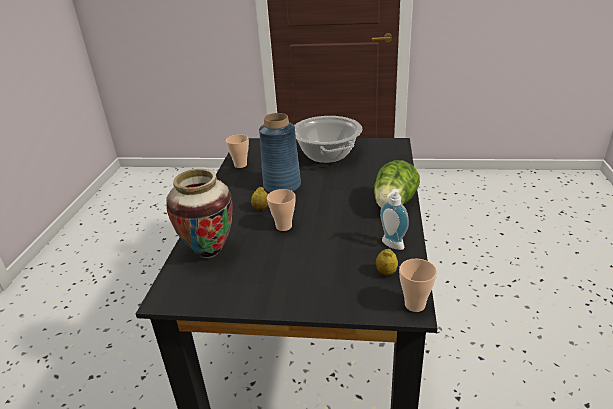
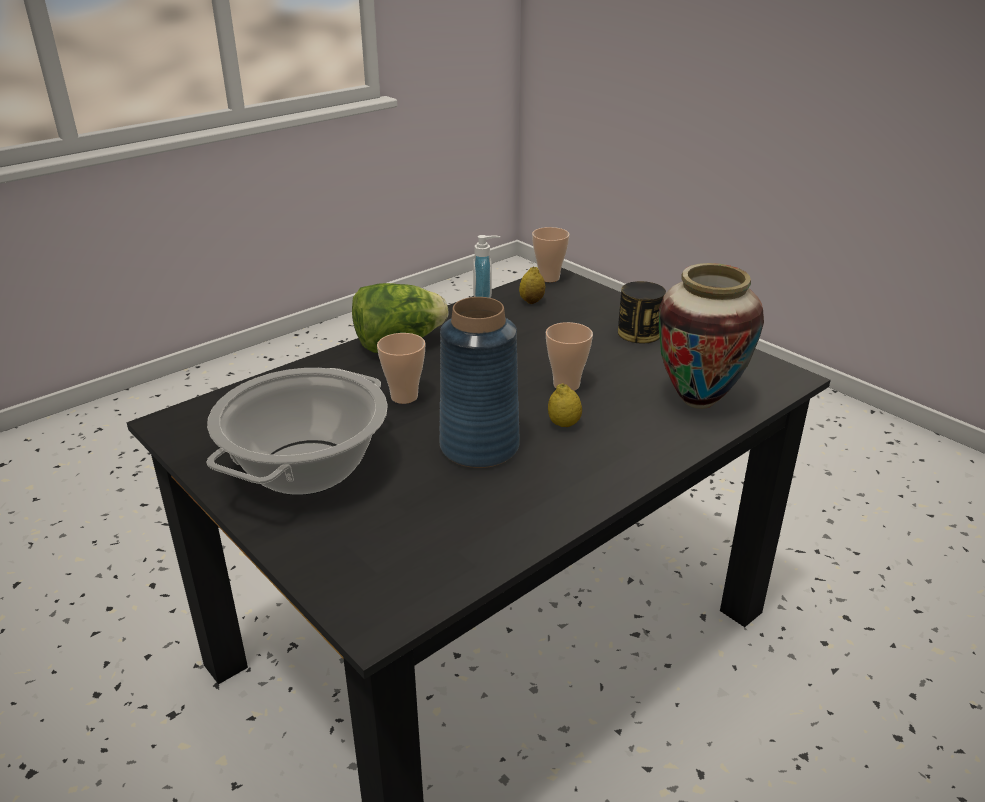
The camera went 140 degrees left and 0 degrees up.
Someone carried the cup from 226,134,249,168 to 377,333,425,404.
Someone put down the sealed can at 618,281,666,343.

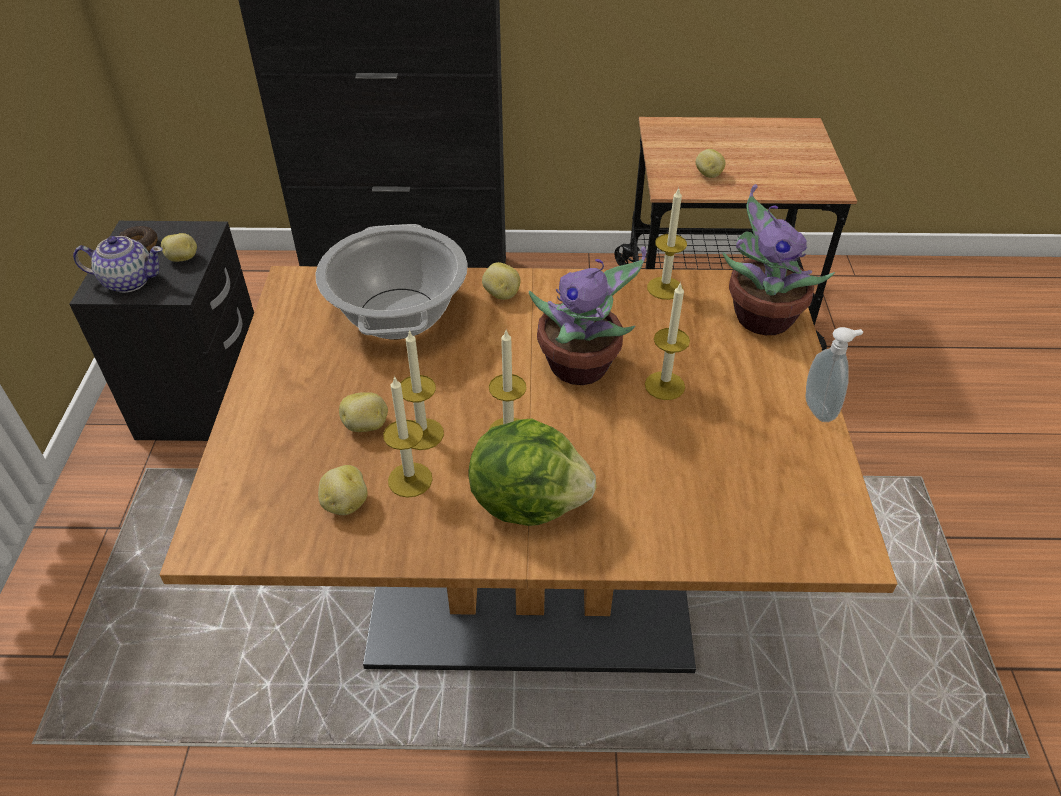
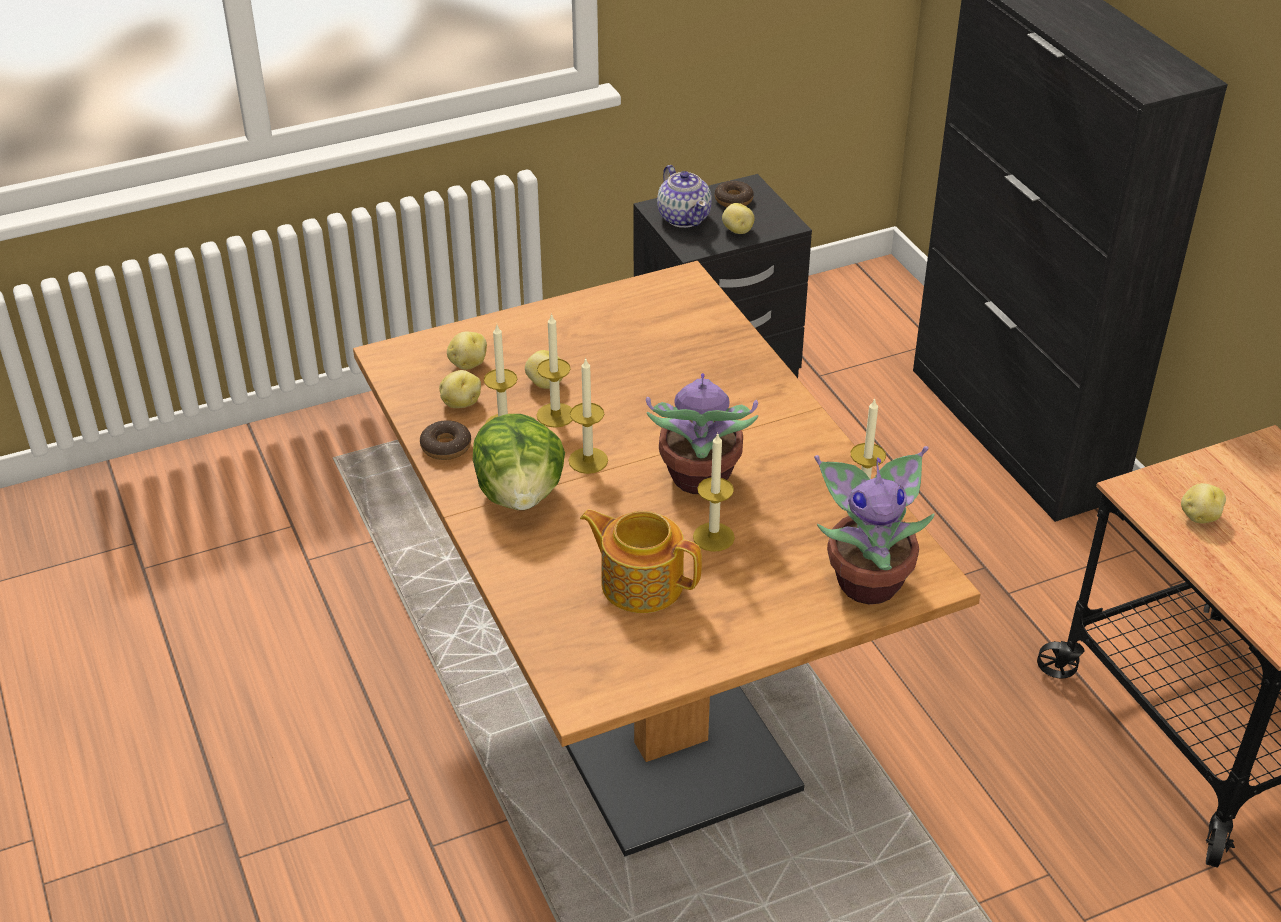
The camera went 65 degrees right and 5 degrees down.
Someone put down the ring doughnut at 420,420,471,460.
Someone carried the potato from 482,262,521,300 to 447,332,487,370.
Someone put down the tea pot at 580,509,702,613.
Someone took away the saucepot at 315,224,468,339.
Someone took away the soap bottle at 805,327,863,422.

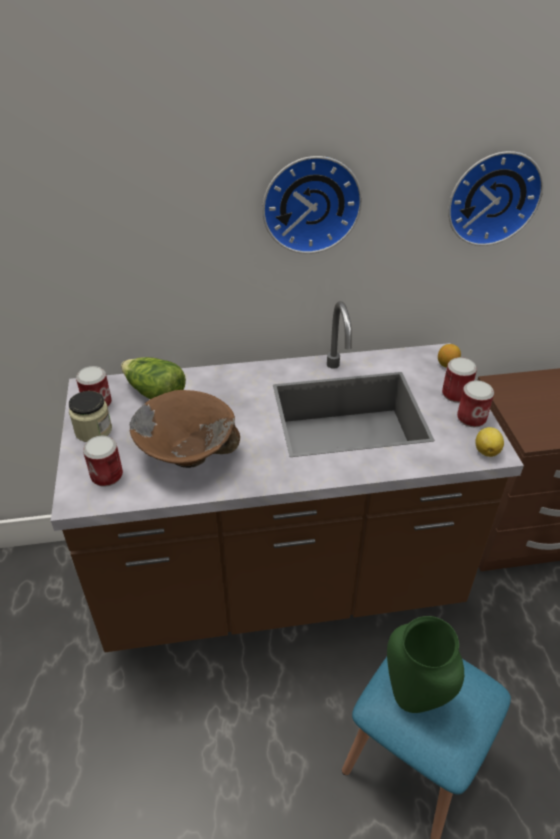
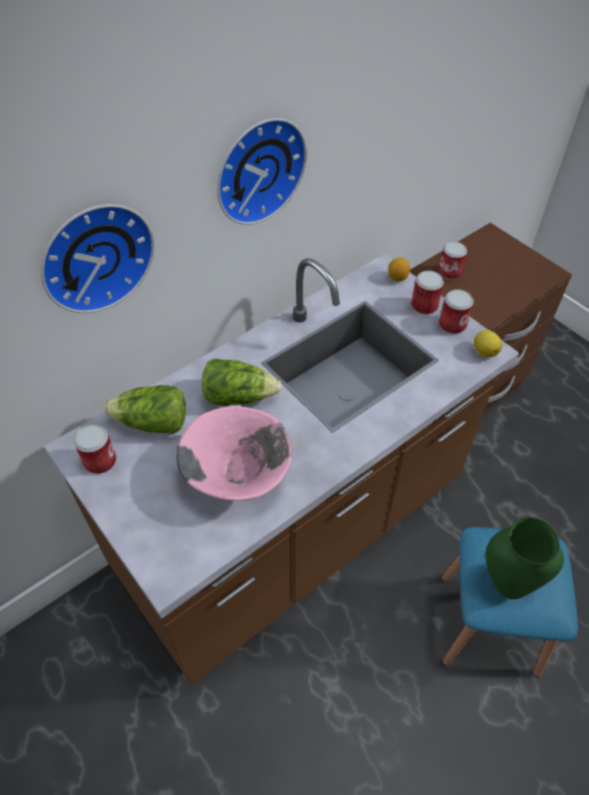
The camera went 30 degrees left and 10 degrees up.
Someone carried the clock on the wall from 448,151,544,246 to 41,204,154,313.
Someone repainted the brown bowl at 130,390,240,468, which became the pink bowl at 177,406,292,501.
Someone put down the lettuce at 202,358,282,406.
Someone carried the sealed can from 83,436,123,487 to 439,241,467,280.
Someone took away the preserve jar at 69,391,112,442.

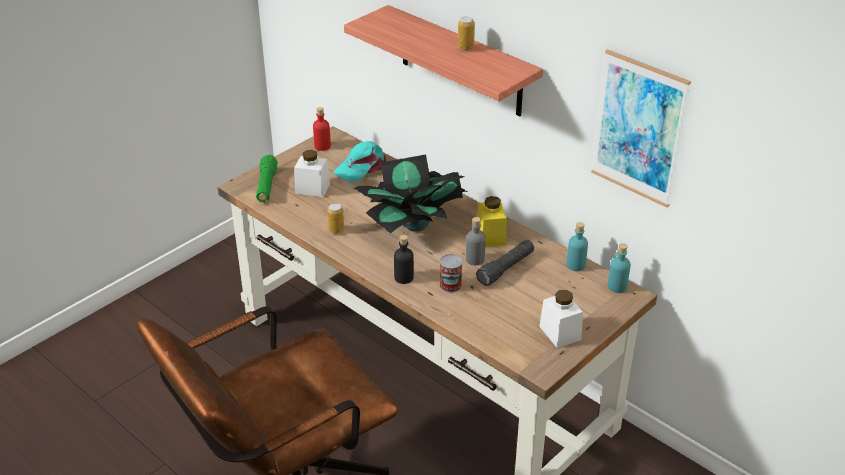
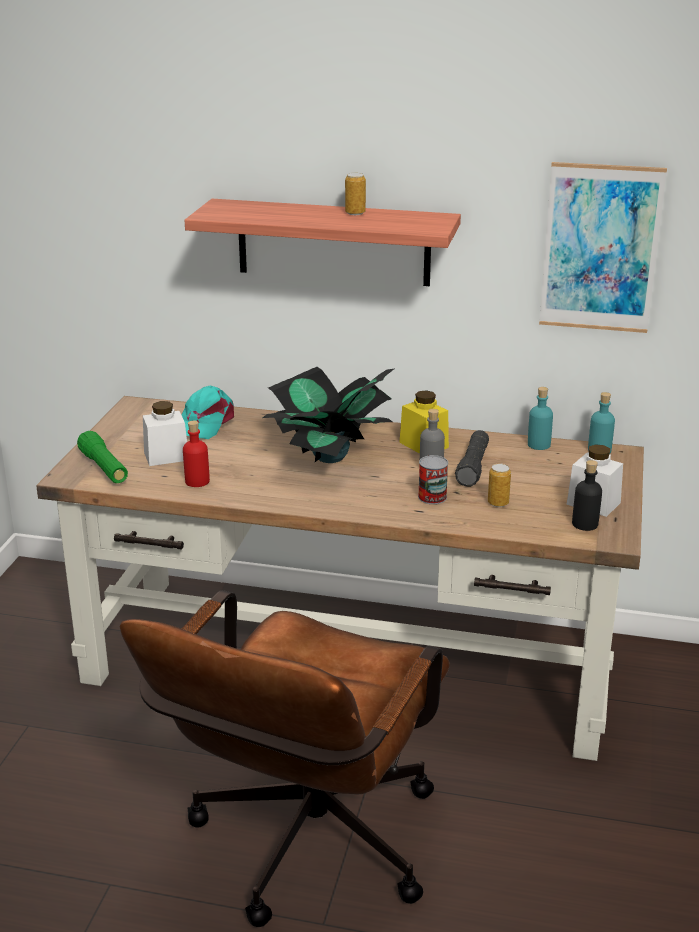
The camera went 30 degrees left and 10 degrees down.
Someone carried the red beverage bottle from 313,107,331,151 to 183,421,210,487.
Someone carried the sealed can from 327,203,344,234 to 488,464,511,507.
Someone carried the black-coloured beverage bottle from 394,235,414,284 to 572,460,602,531.

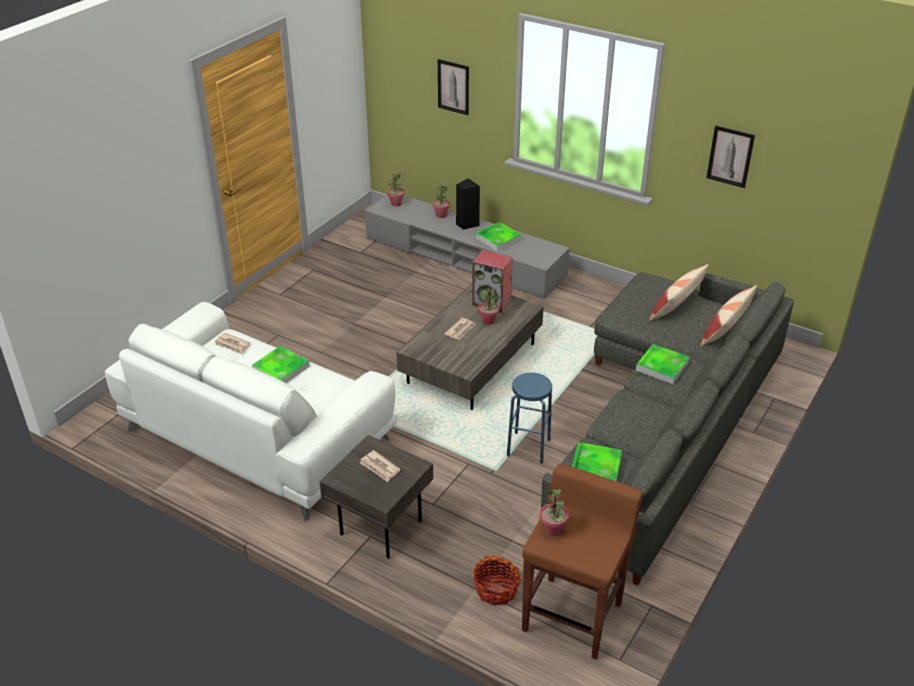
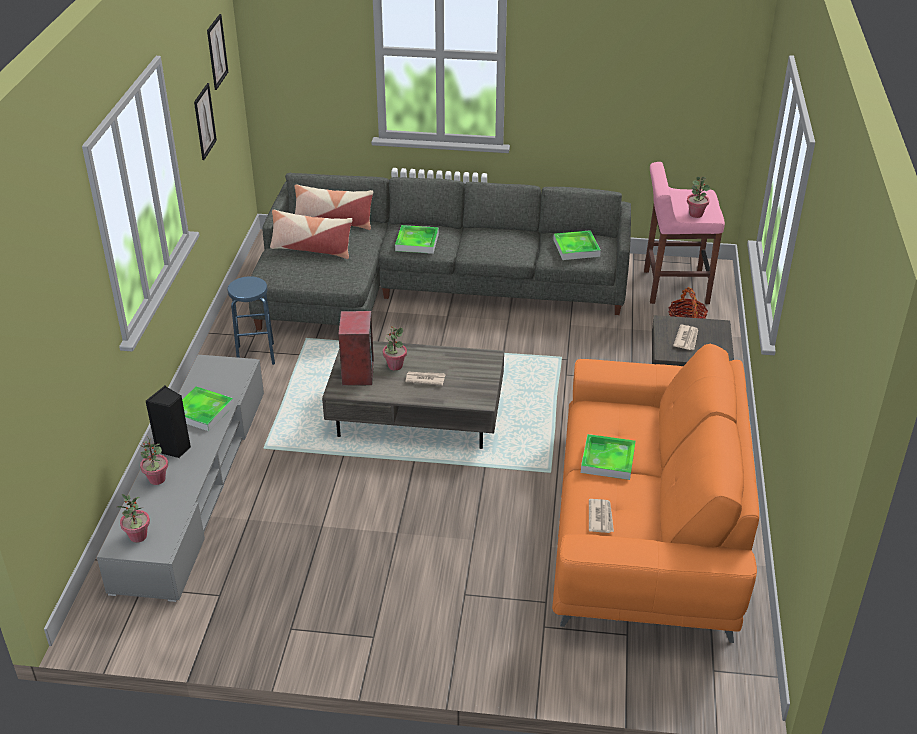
The camera went 115 degrees left and 0 degrees up.
Someone carried the wall art from 438,59,469,115 to 207,14,228,90.
Someone carried the bluish sitting stool from 507,372,552,464 to 228,276,275,365.
Someone repainted the whitish sofa at 105,302,398,521, which became the orangey sofa at 552,344,759,643.
Someone repainted the brown sitting stool at 522,464,643,660, which became the pink sitting stool at 644,162,725,304.

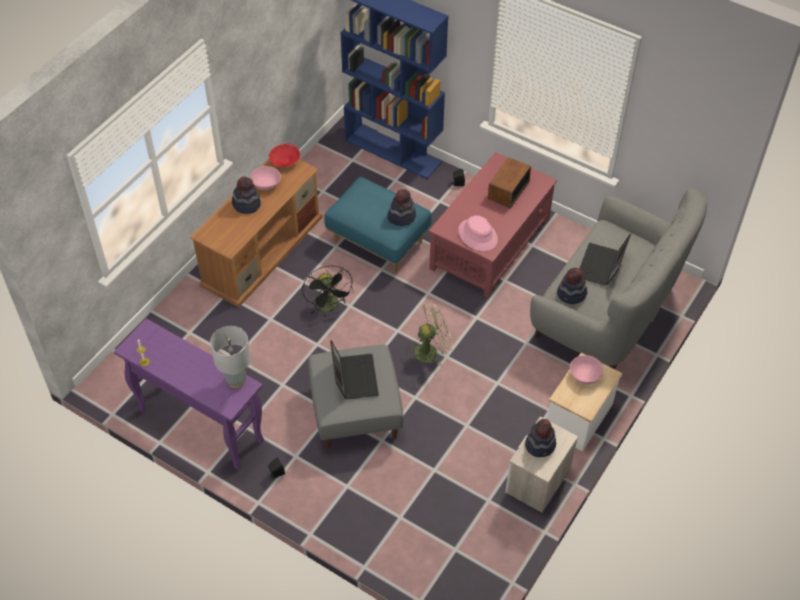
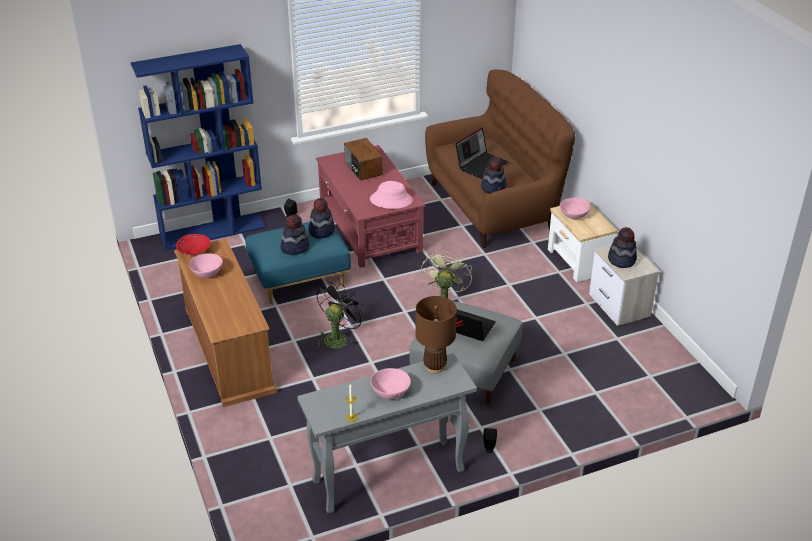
The camera went 55 degrees left and 15 degrees down.
Someone carried the hat from 232,177,261,214 to 280,214,309,255.
Someone repainted the purple-coloured narrow table at 114,318,264,470, which became the gray narrow table at 297,353,477,514.
Someone rotated the black-coloured cooling fan at 302,266,353,314 by 75 degrees counterclockwise.
Someone put down the pink bowl at 371,368,411,399.
Someone repainted the gray tabletop lamp at 210,326,251,388, which became the brown tabletop lamp at 415,296,457,373.
Someone repainted the gray sofa at 530,188,707,369, which became the brown sofa at 425,70,575,248.
Someone rotated the portable computer at 579,234,631,285 by 105 degrees counterclockwise.

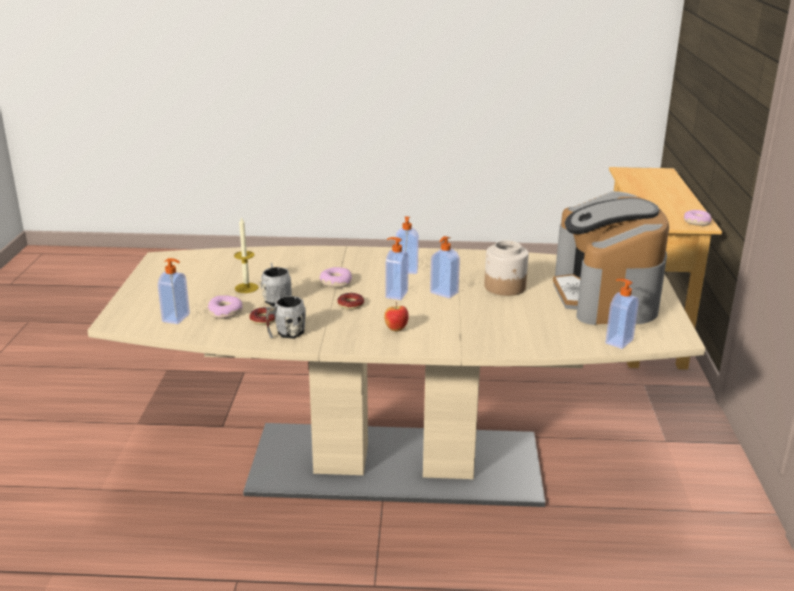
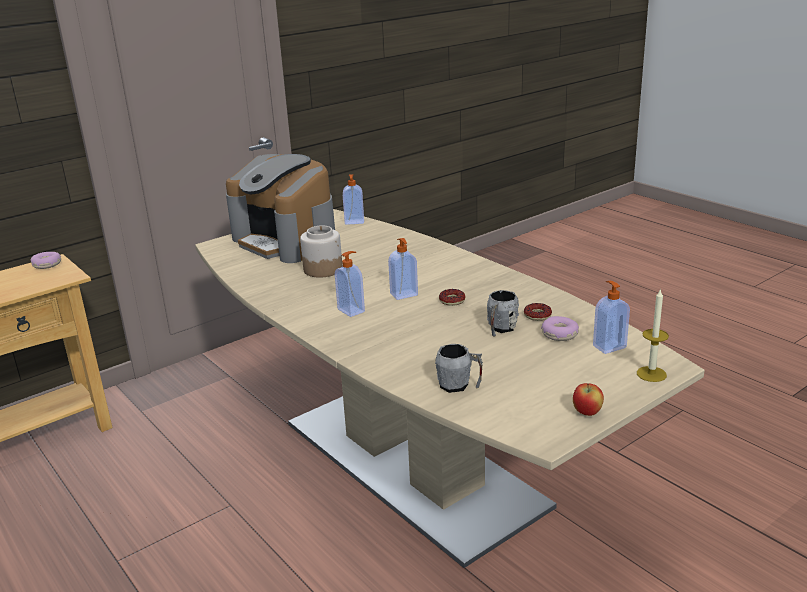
The camera went 130 degrees left and 0 degrees up.
Someone rotated the coffee maker at 553,191,669,325 by 90 degrees clockwise.
Someone carried the gray tea mug from 265,296,306,339 to 435,344,483,393.
Someone carried the apple from 384,302,409,331 to 573,383,604,416.
Someone carried the wax light from 234,216,258,293 to 637,289,669,382.
Someone took away the ring doughnut at 320,267,352,288.
Someone took away the soap bottle at 430,236,460,298.

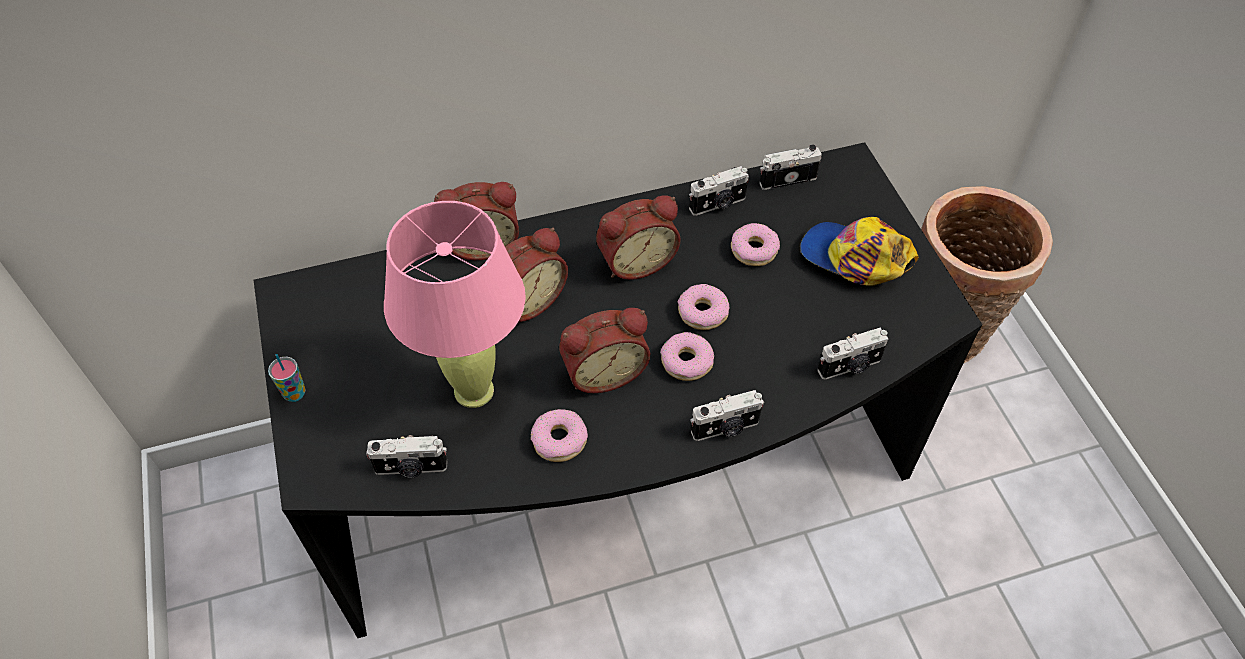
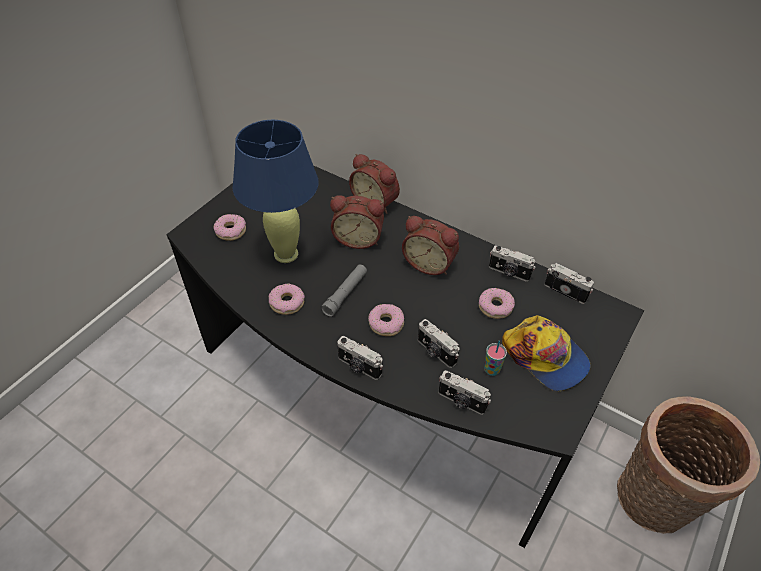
The camera went 50 degrees right and 5 degrees down.
Someone carried the ring doughnut from 678,284,729,330 to 214,214,246,241.
Someone repainted the pink tabletop lamp at 384,201,526,408, which became the bluish tabletop lamp at 233,120,319,263.
Someone swapped the bedside clock at 559,308,650,393 for the gray flashlight at 321,264,367,317.
Someone carried the photo camera from 366,435,447,478 to 418,319,460,368.
Someone carried the cup from 268,354,305,402 to 484,341,507,376.
Someone rotated the peaked cap at 800,217,919,286 by 150 degrees clockwise.

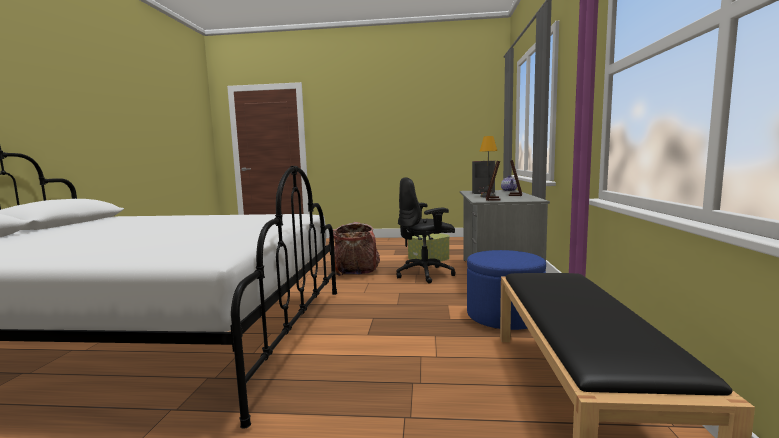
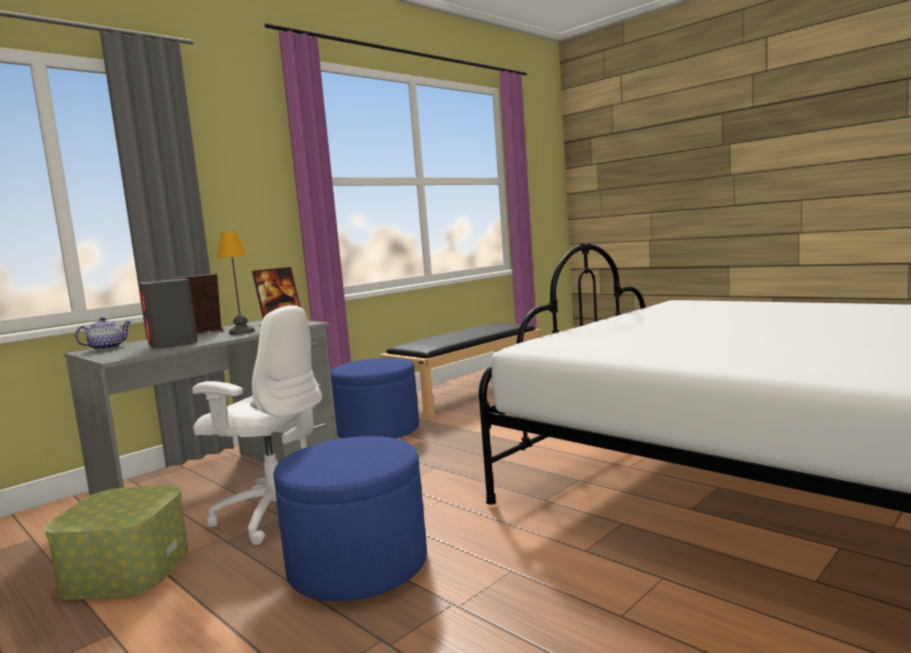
The camera went 140 degrees left and 0 degrees up.
Someone repainted the black-coloured desk chair at 396,177,456,284, which became the whitish desk chair at 192,305,322,545.
Someone swapped the backpack at 329,222,380,276 for the bluish footrest at 273,436,427,601.

